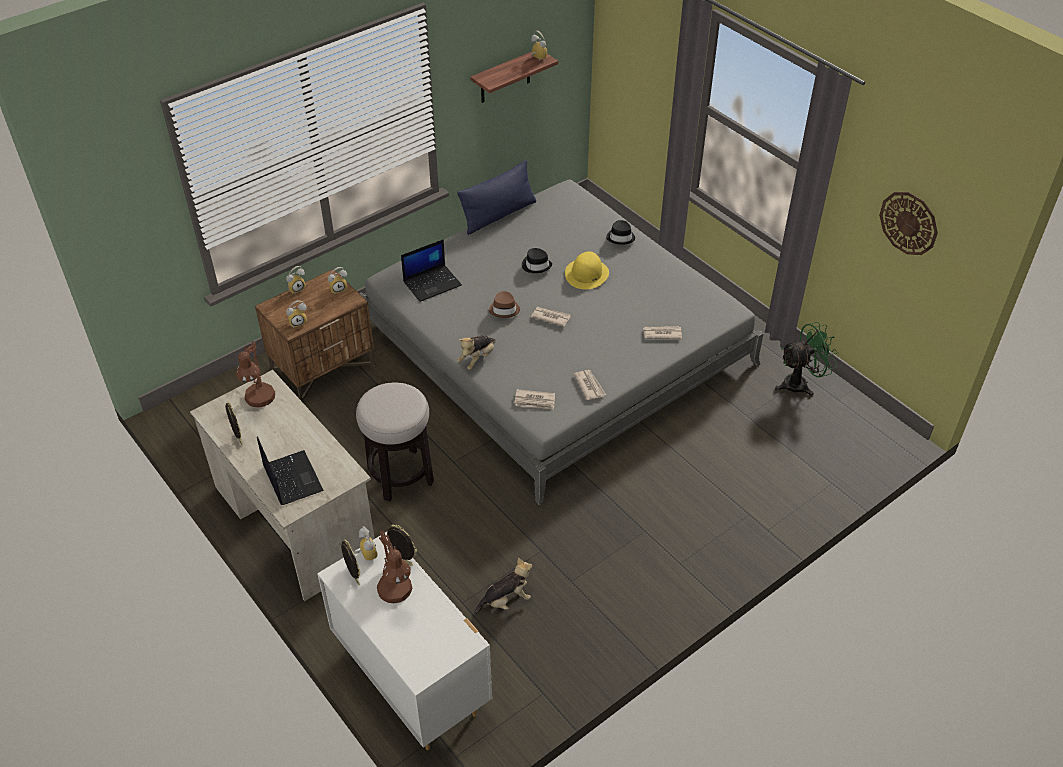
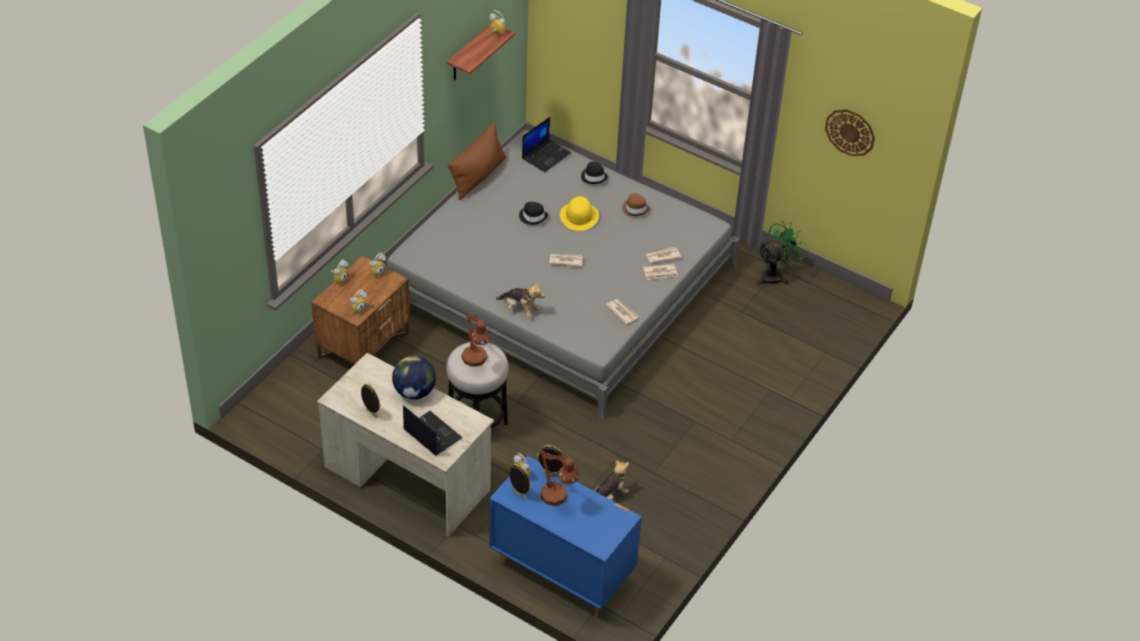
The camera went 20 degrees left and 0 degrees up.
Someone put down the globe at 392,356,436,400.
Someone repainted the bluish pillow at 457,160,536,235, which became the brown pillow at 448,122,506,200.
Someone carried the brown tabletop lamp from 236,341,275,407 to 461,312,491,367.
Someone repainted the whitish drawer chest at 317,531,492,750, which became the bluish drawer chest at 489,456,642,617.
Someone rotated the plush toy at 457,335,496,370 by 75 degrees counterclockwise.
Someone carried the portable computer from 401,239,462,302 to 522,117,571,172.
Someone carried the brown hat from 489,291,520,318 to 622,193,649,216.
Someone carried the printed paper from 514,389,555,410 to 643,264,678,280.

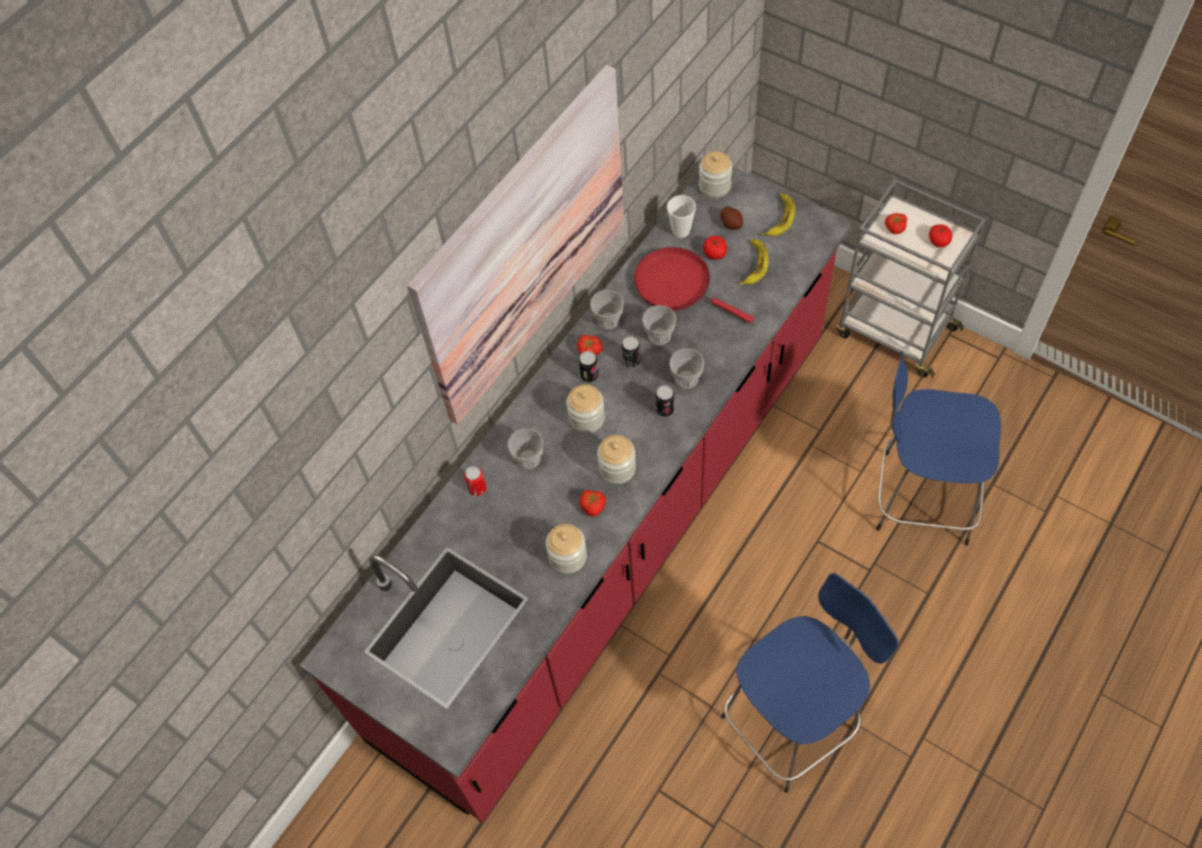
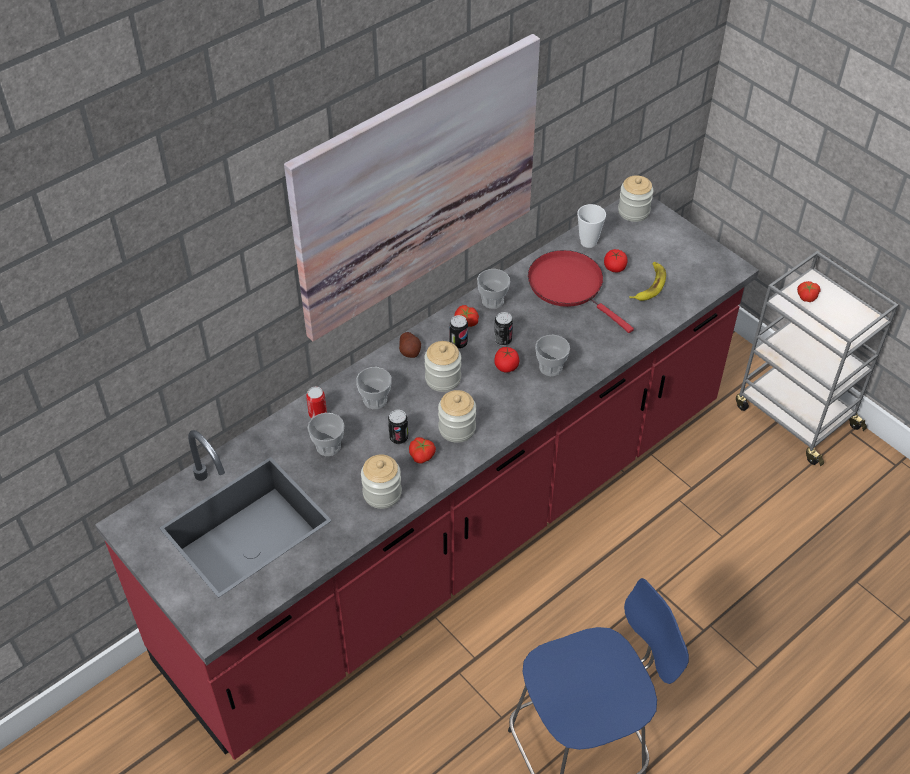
The camera went 10 degrees right and 10 degrees down.
Someone carried the cup from 642,305,676,345 to 307,413,345,456.
Someone carried the sealed can from 655,385,674,417 to 388,410,408,444.
Someone carried the potato from 720,206,743,230 to 399,332,421,358.
Someone carried the whole tomato from 929,224,952,247 to 495,347,519,373.
Someone took away the banana fruit at 762,193,795,236.
Someone took away the bluish sitting stool at 876,351,1001,546.

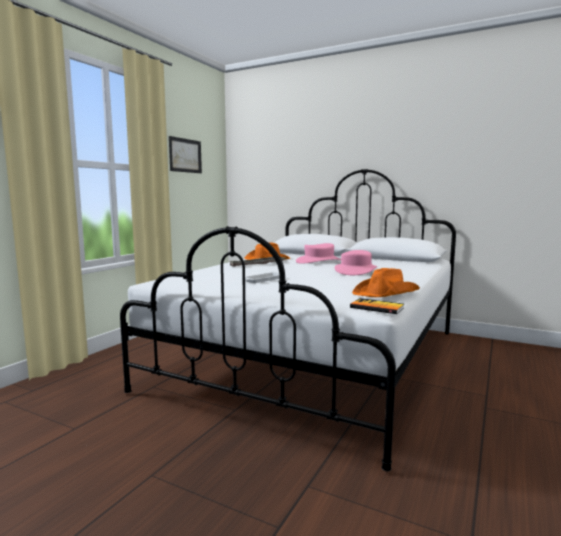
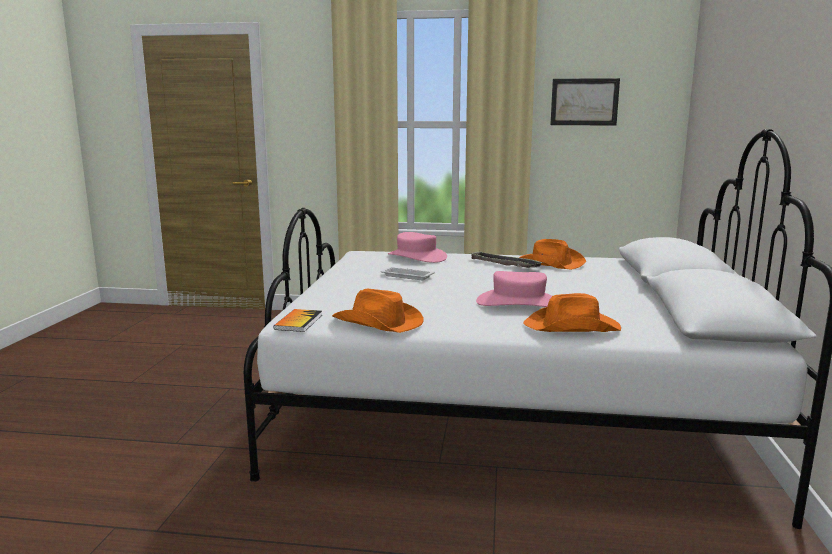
The camera went 70 degrees right and 5 degrees up.
Someone carried the pink hat from 296,243,341,264 to 388,232,447,263.
Someone put down the orangey hat at 523,293,621,332.

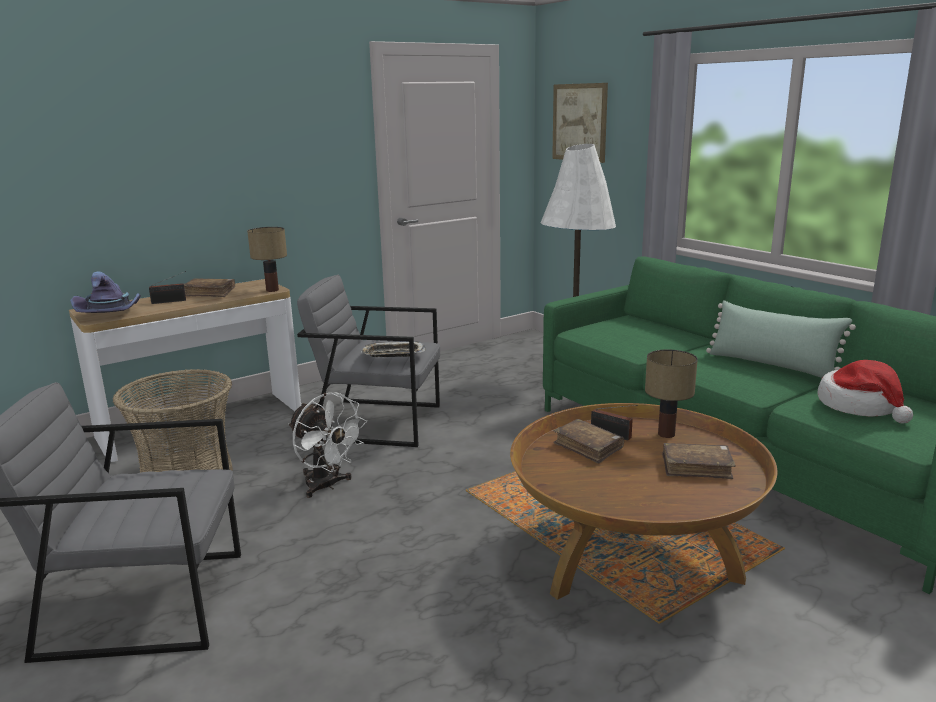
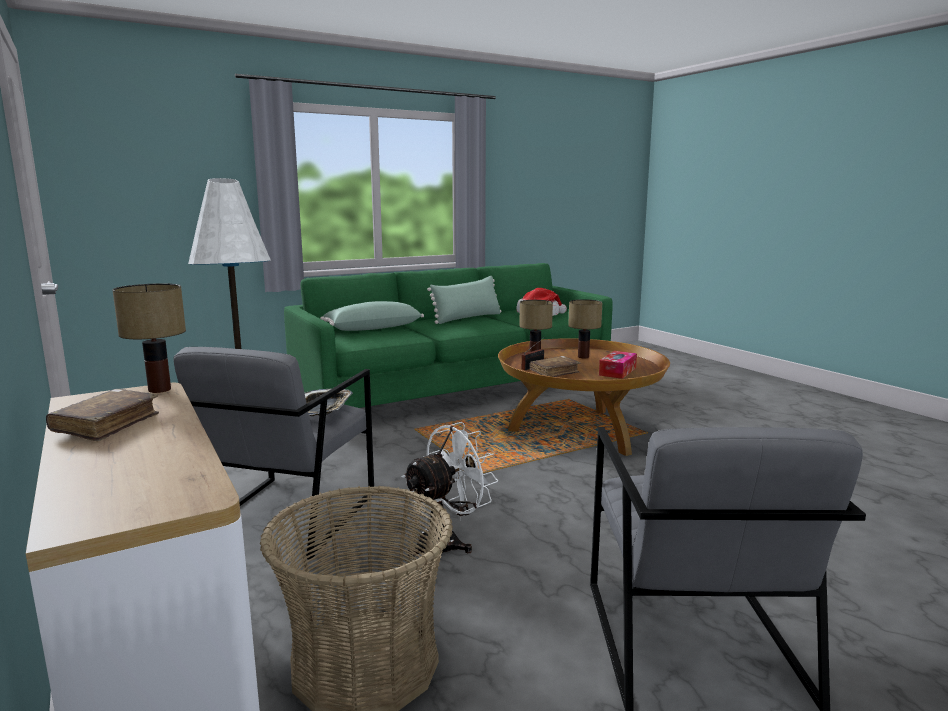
The camera went 85 degrees left and 5 degrees down.
Someone put down the greenish pillow at 320,301,424,331.
Someone swapped the brown volume at 662,443,736,479 for the tabletop lamp at 568,299,603,358.
Someone put down the tissue box at 599,351,637,379.
Someone took away the purple-coloured hat at 70,272,141,313.
Someone took away the radio at 149,271,186,304.
Someone took away the wall art at 552,83,608,163.

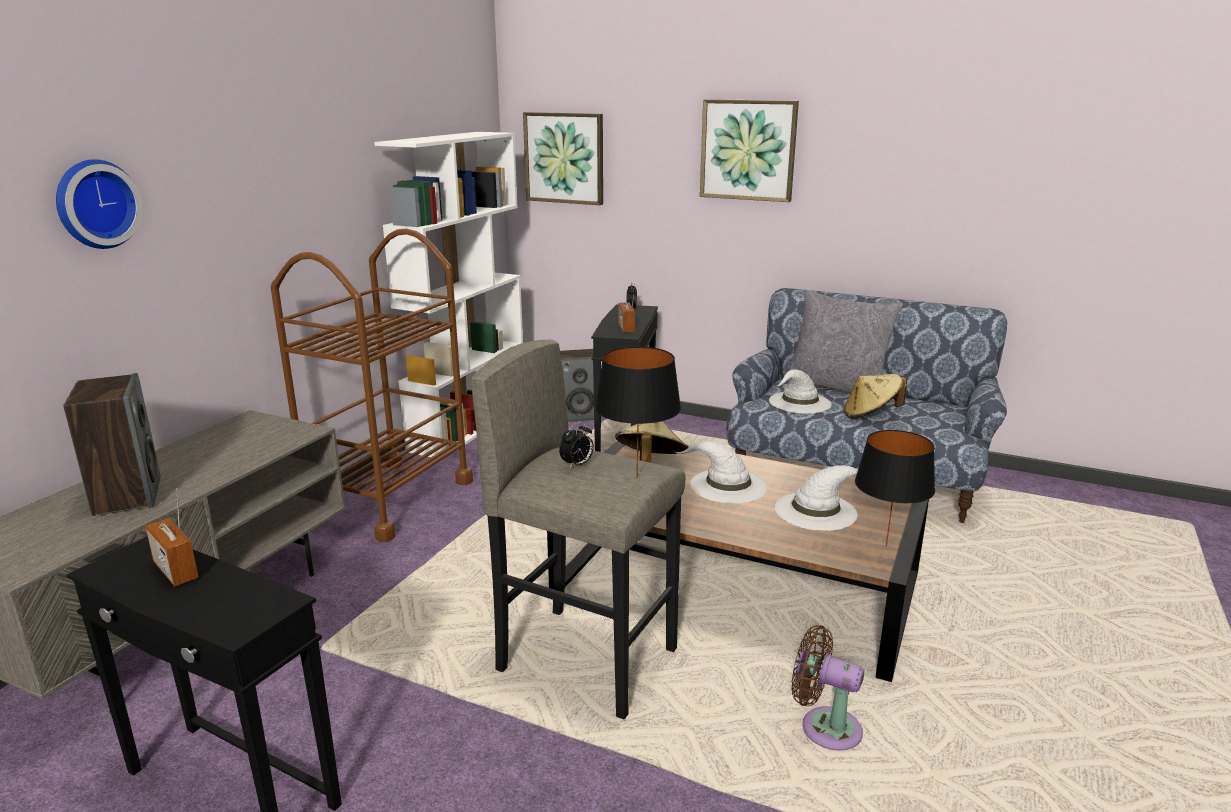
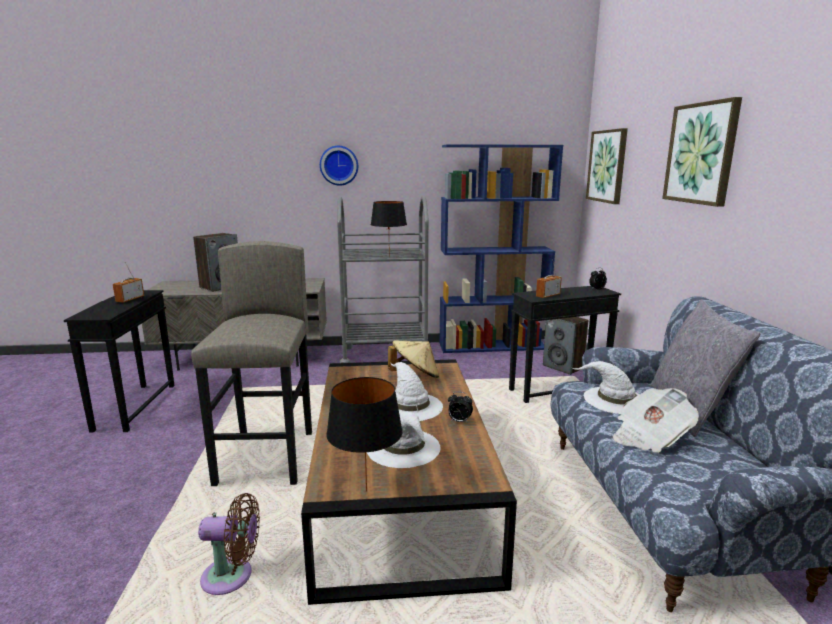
The camera went 60 degrees right and 5 degrees down.
Someone rotated the brown cooling fan at 791,625,864,751 by 90 degrees clockwise.
Someone carried the clock on the wall from 56,159,143,249 to 320,146,358,186.
Someone repainted the brown trolley at 271,228,473,542, which became the gray trolley at 337,196,429,363.
Someone carried the black-coloured tabletop lamp from 595,347,681,478 to 371,201,407,257.
Someone repainted the whitish shelving unit at 374,132,523,457, which became the bluish shelving unit at 439,144,563,353.
Someone carried the bedside clock from 559,422,594,468 to 448,392,473,423.
Someone swapped the sand-coloured hat at 844,374,907,419 for the printed paper at 613,388,699,453.

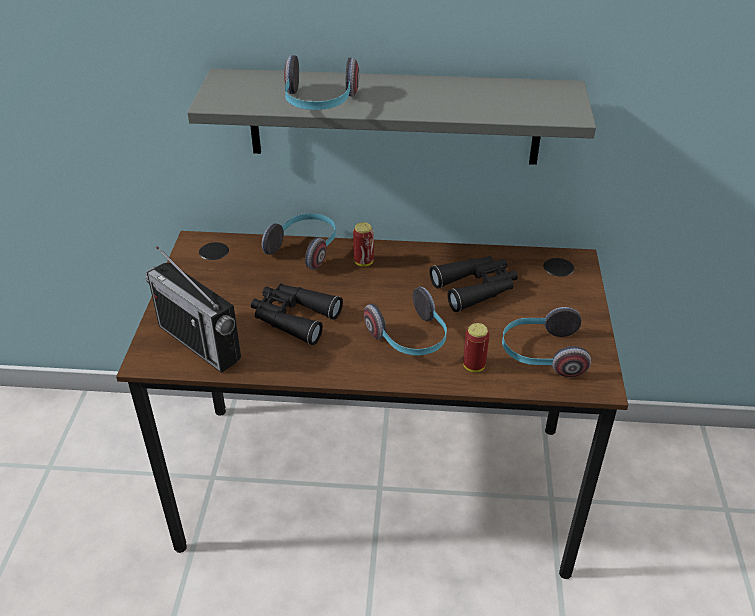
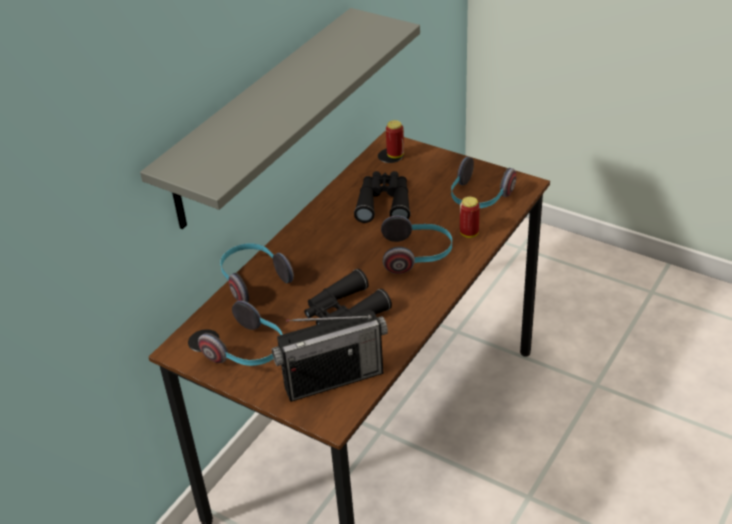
The camera went 60 degrees left and 0 degrees up.
Someone carried the headset from 284,55,359,110 to 198,301,283,366.
Someone carried the sealed can from 353,222,374,267 to 386,120,404,158.

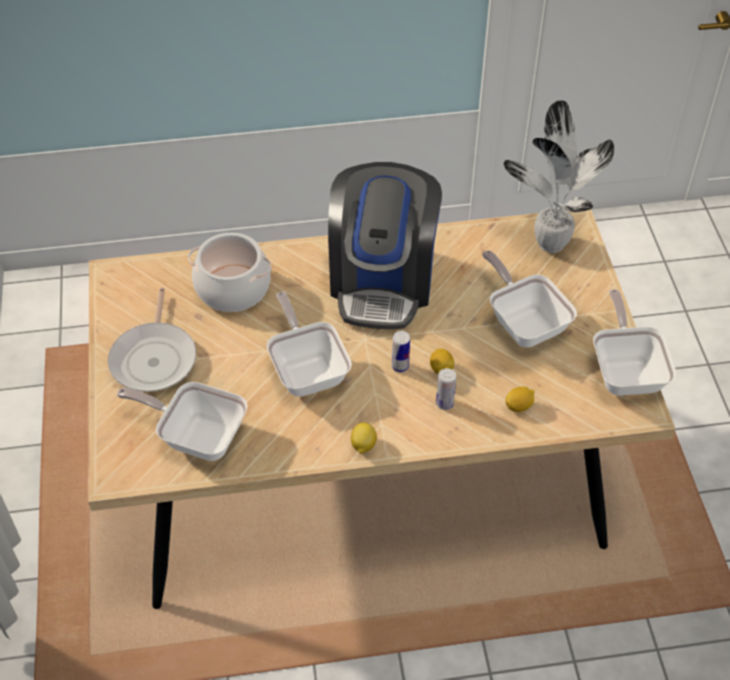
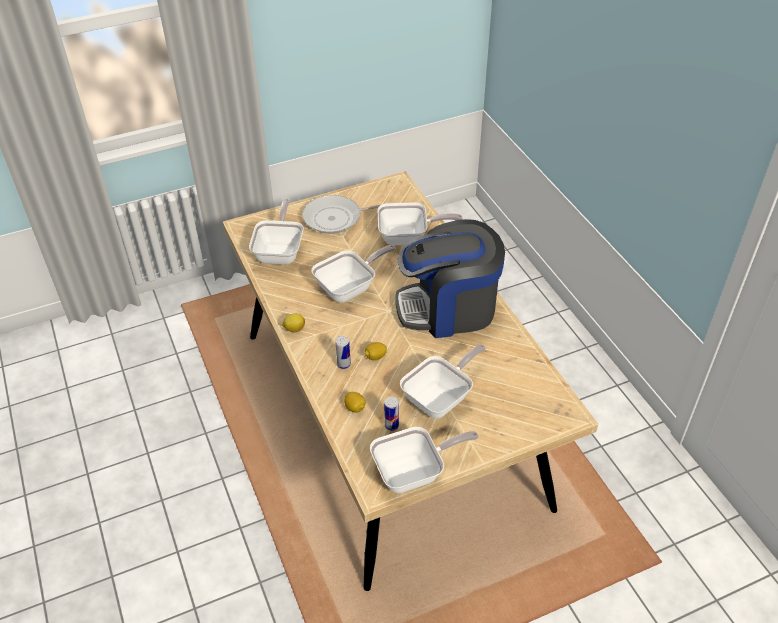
The camera went 75 degrees right and 5 degrees down.
Someone swapped the saucepot at 188,233,272,312 for the skillet at 377,202,463,245.
Someone carried the sealed can from 392,331,410,373 to 384,396,399,431.
Someone took away the houseplant at 504,100,614,253.

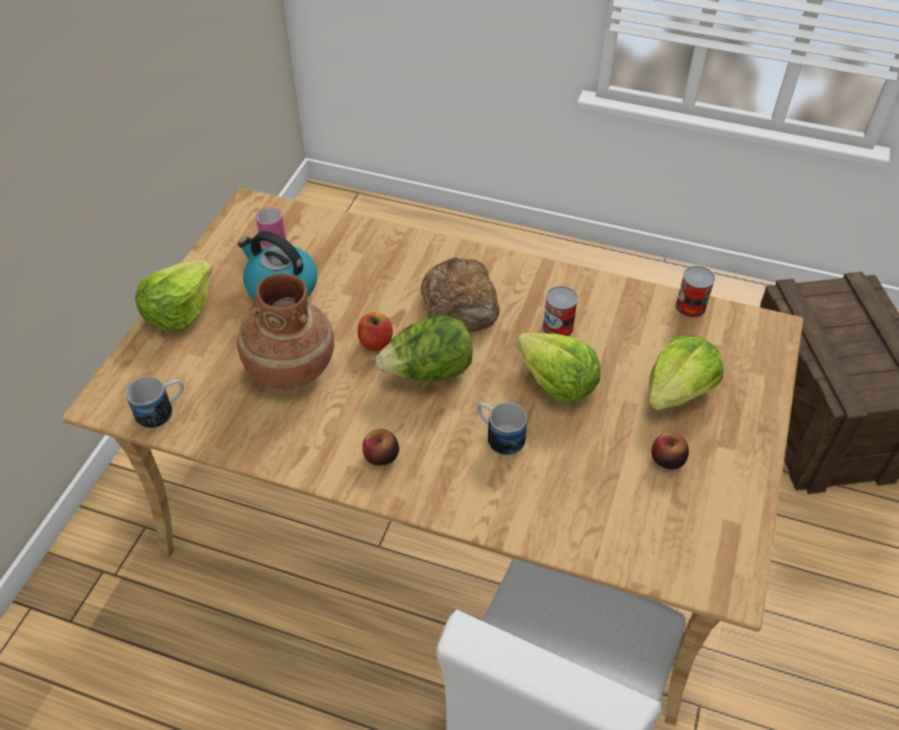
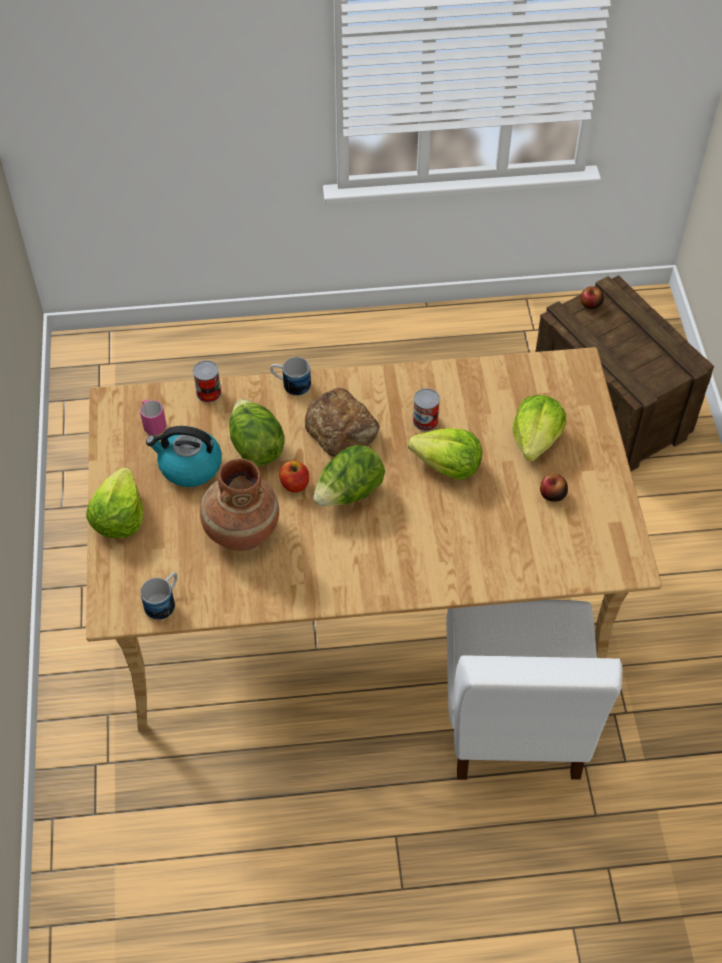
The camera went 25 degrees left and 5 degrees up.
Someone carried the sealed can from 675,266,715,318 to 193,360,221,403.
Someone put down the lettuce at 229,399,284,466.
Someone carried the tea mug from 477,402,527,455 to 270,357,311,396.
Someone carried the apple from 362,429,399,465 to 580,286,604,309.

